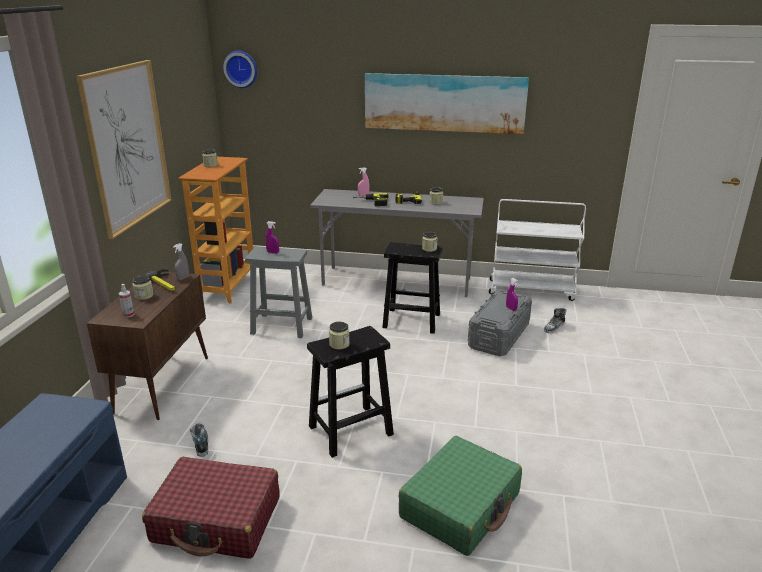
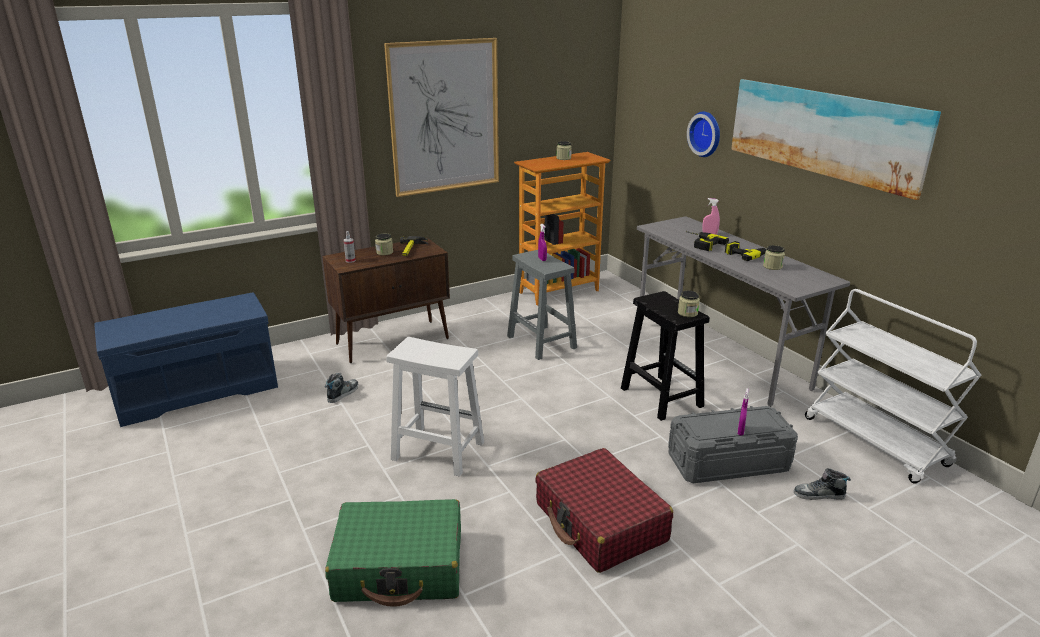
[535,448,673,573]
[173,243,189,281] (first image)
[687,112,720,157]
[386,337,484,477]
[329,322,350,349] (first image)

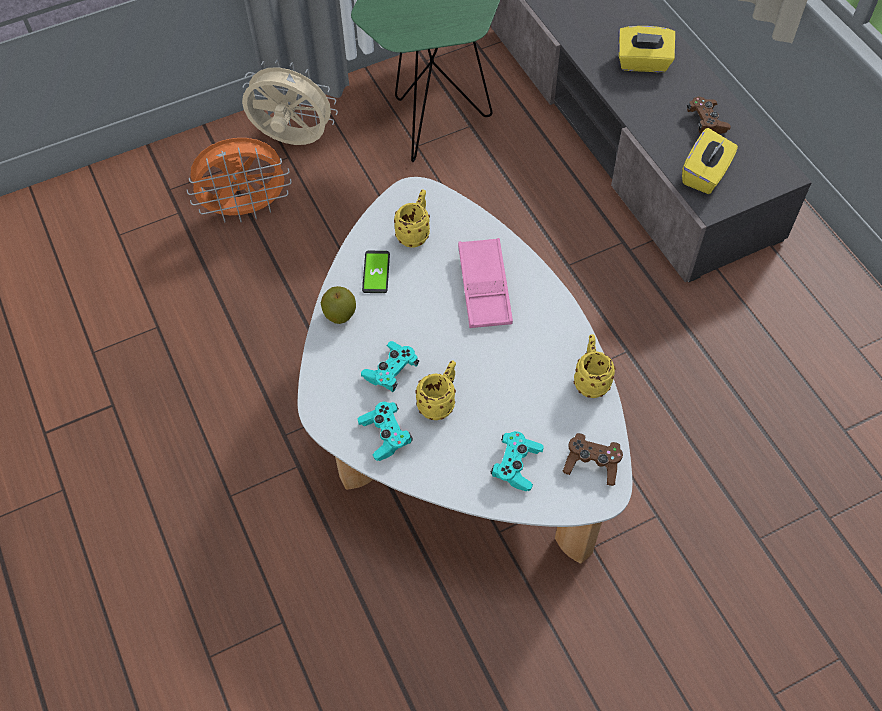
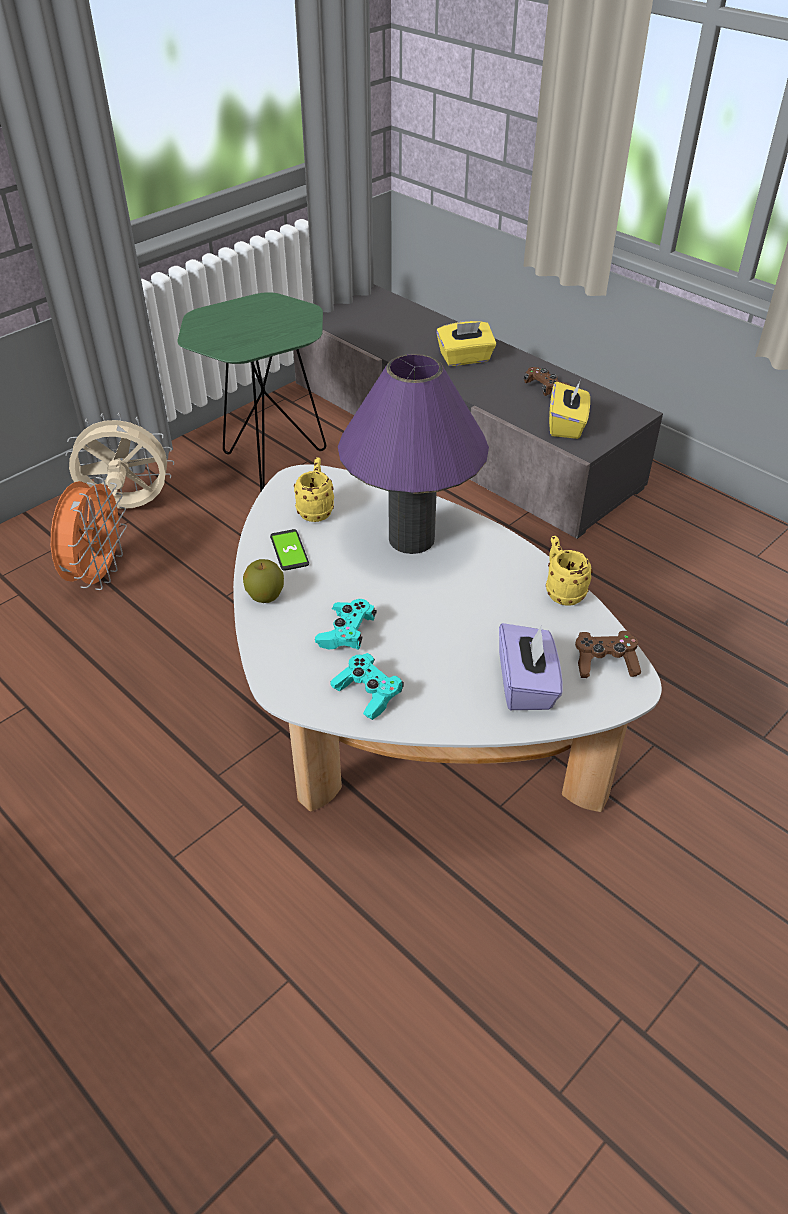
[51,477,127,590]
[415,360,456,420] (first image)
[338,354,489,554]
[499,623,563,710]

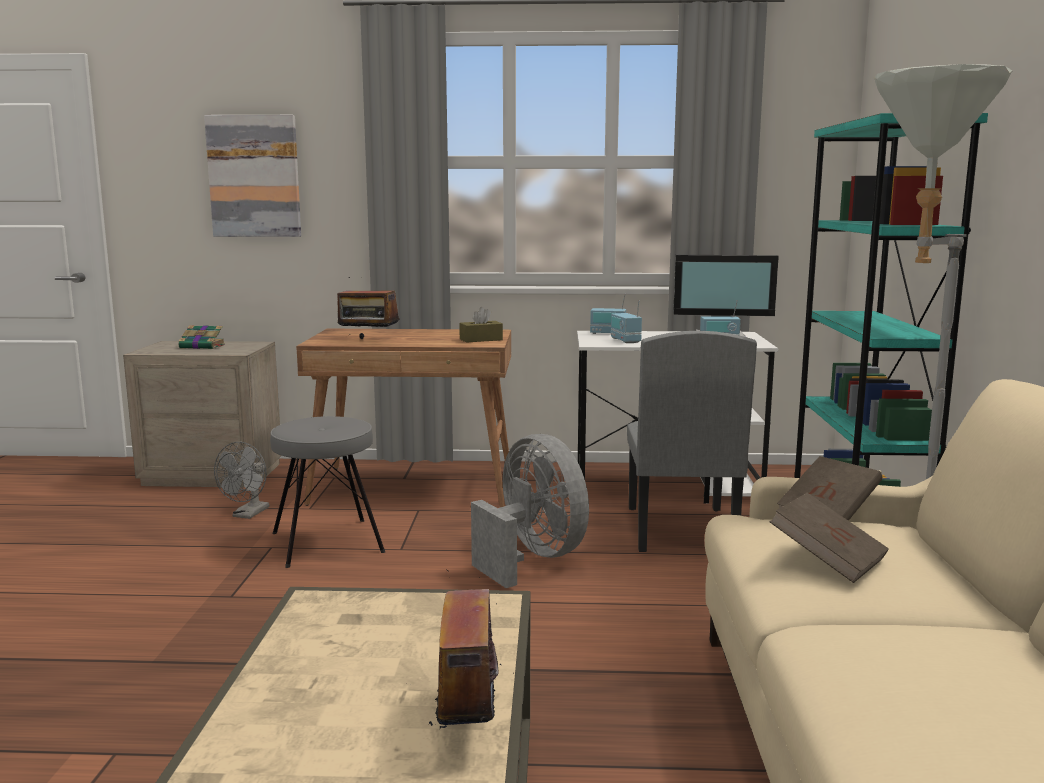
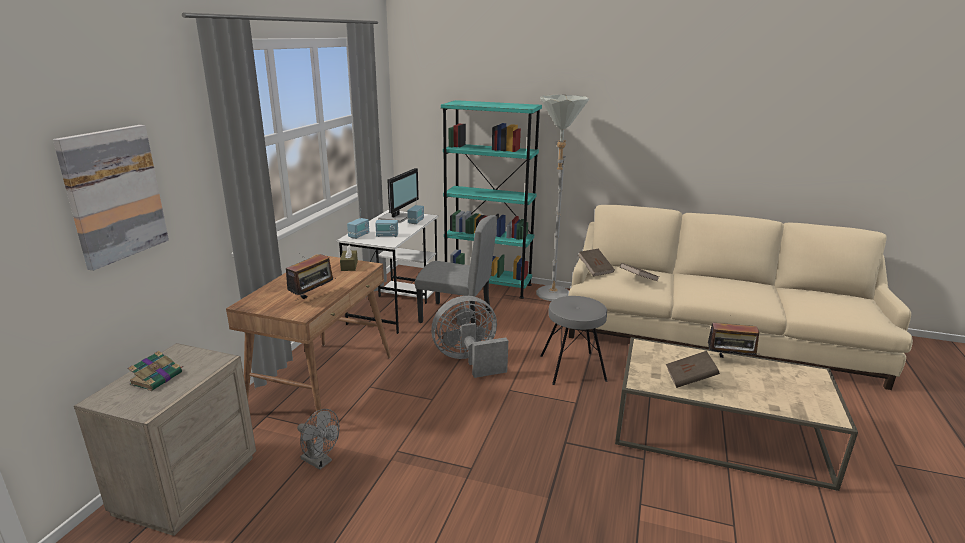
[541,296,607,385]
[666,351,720,388]

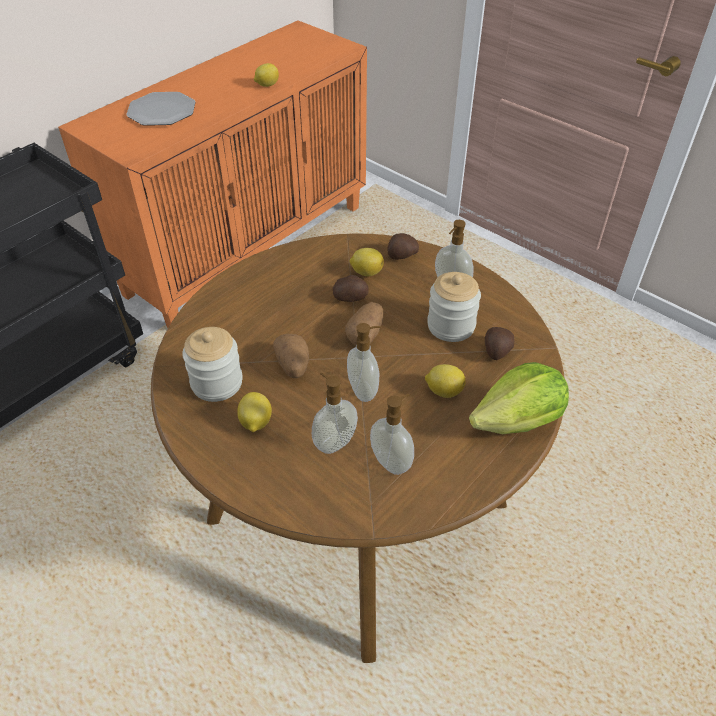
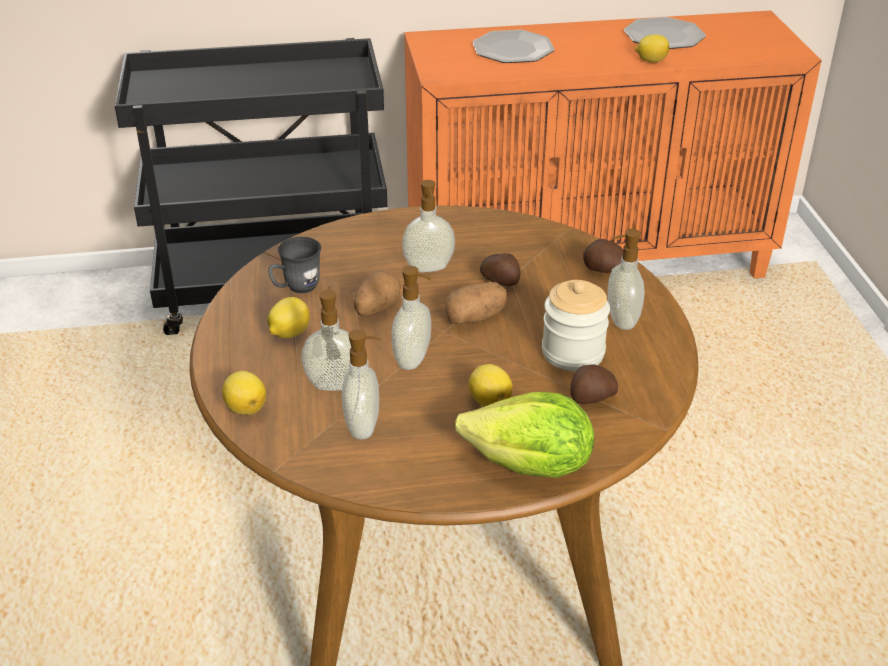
[268,237,321,293]
[222,371,266,415]
[402,180,455,272]
[624,17,706,49]

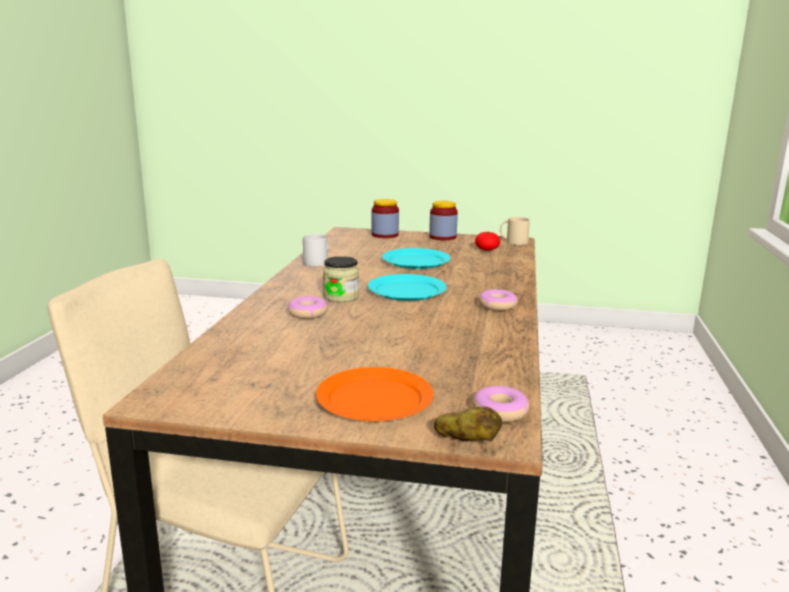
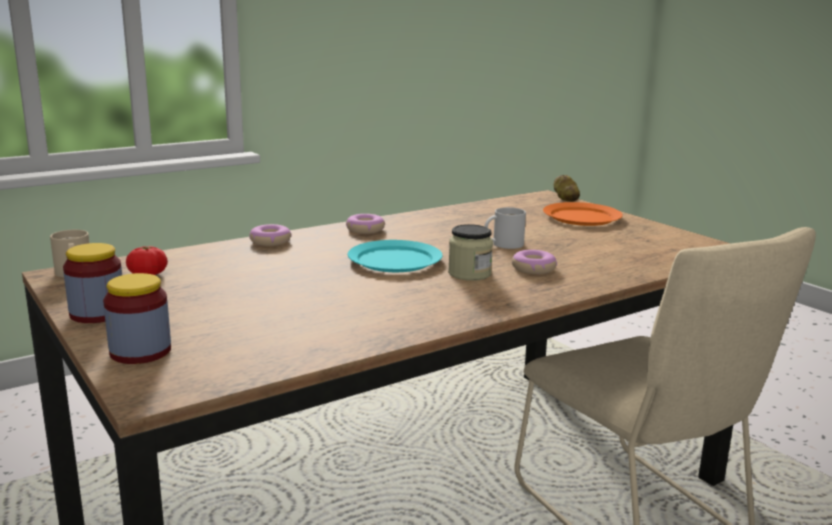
[485,207,526,249]
[382,248,451,269] (first image)
[249,224,292,246]

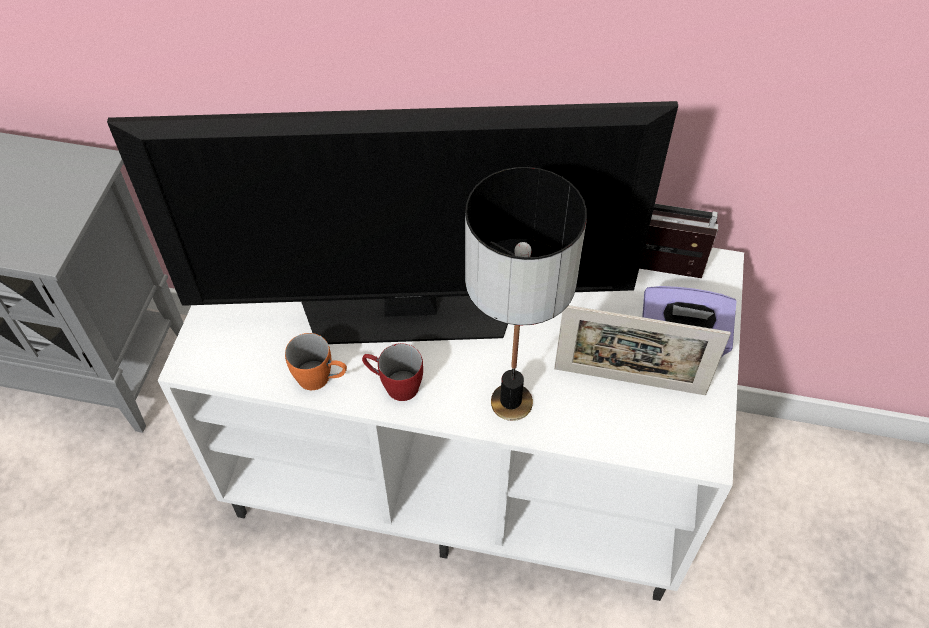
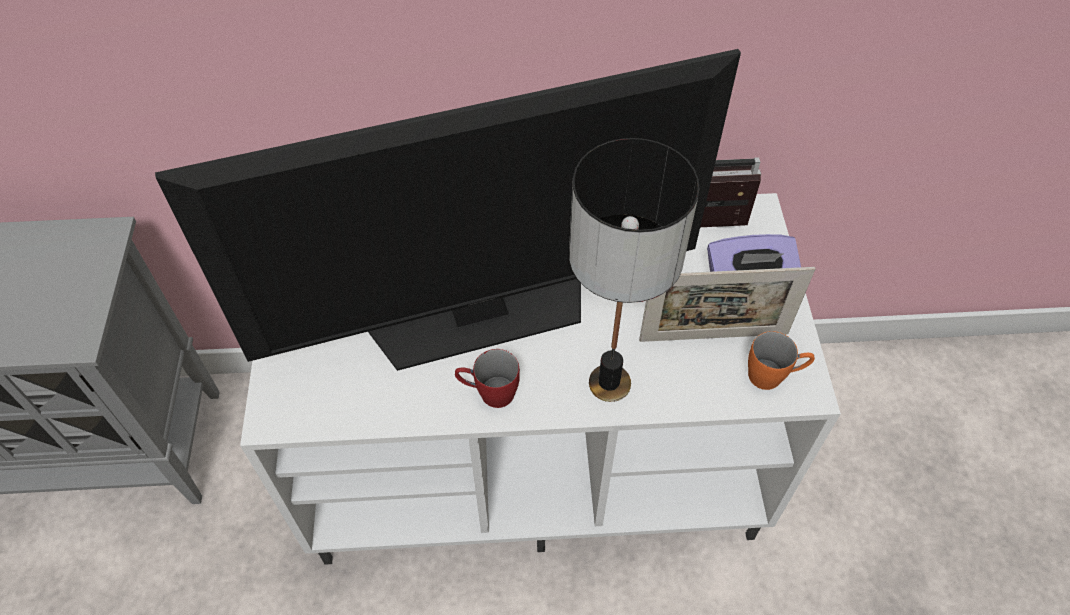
[748,331,815,390]

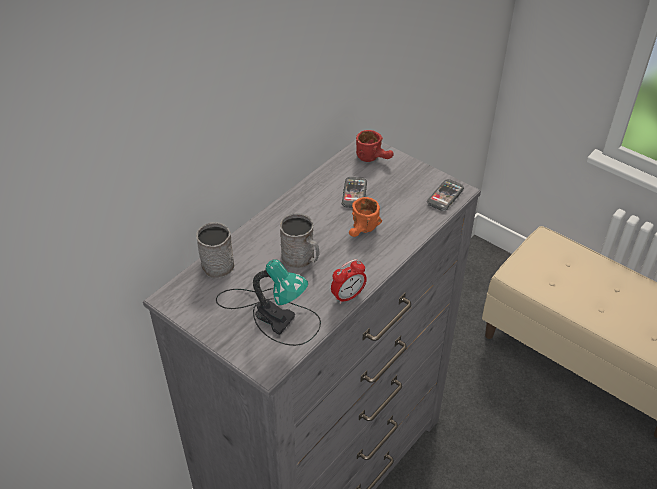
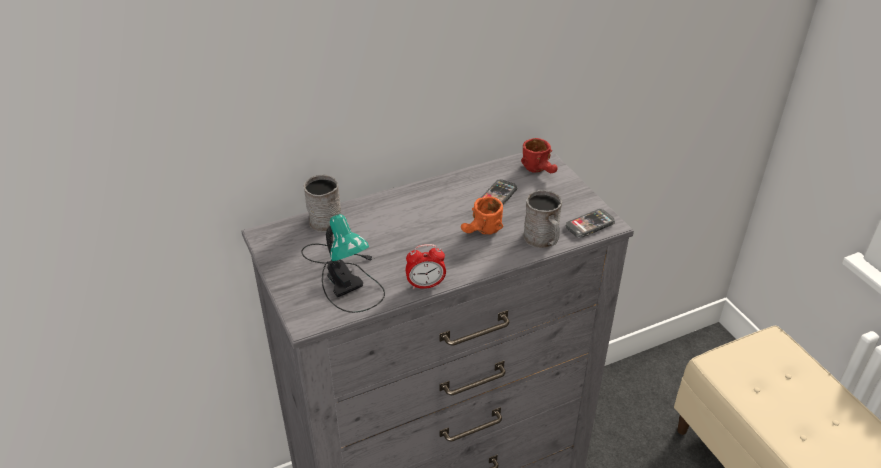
[523,190,562,248]

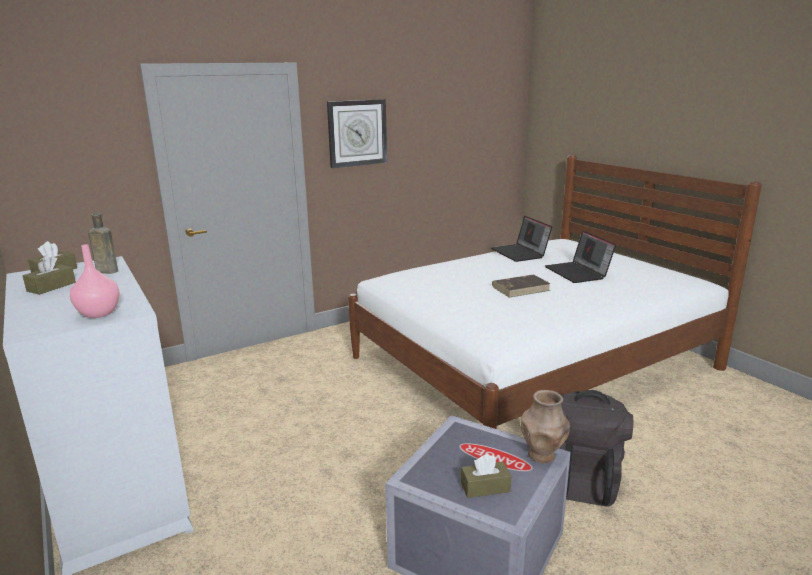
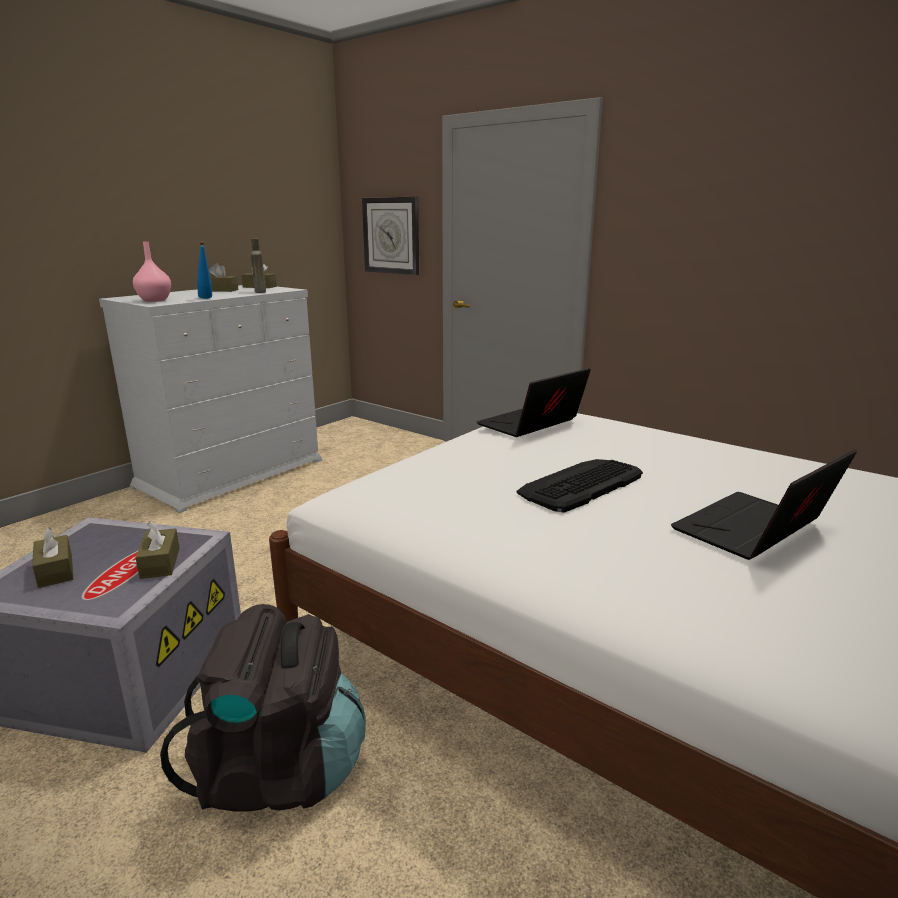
[362,197,419,275]
[477,368,591,437]
[517,459,643,513]
[521,390,570,463] (first image)
[136,521,180,579]
[197,241,212,299]

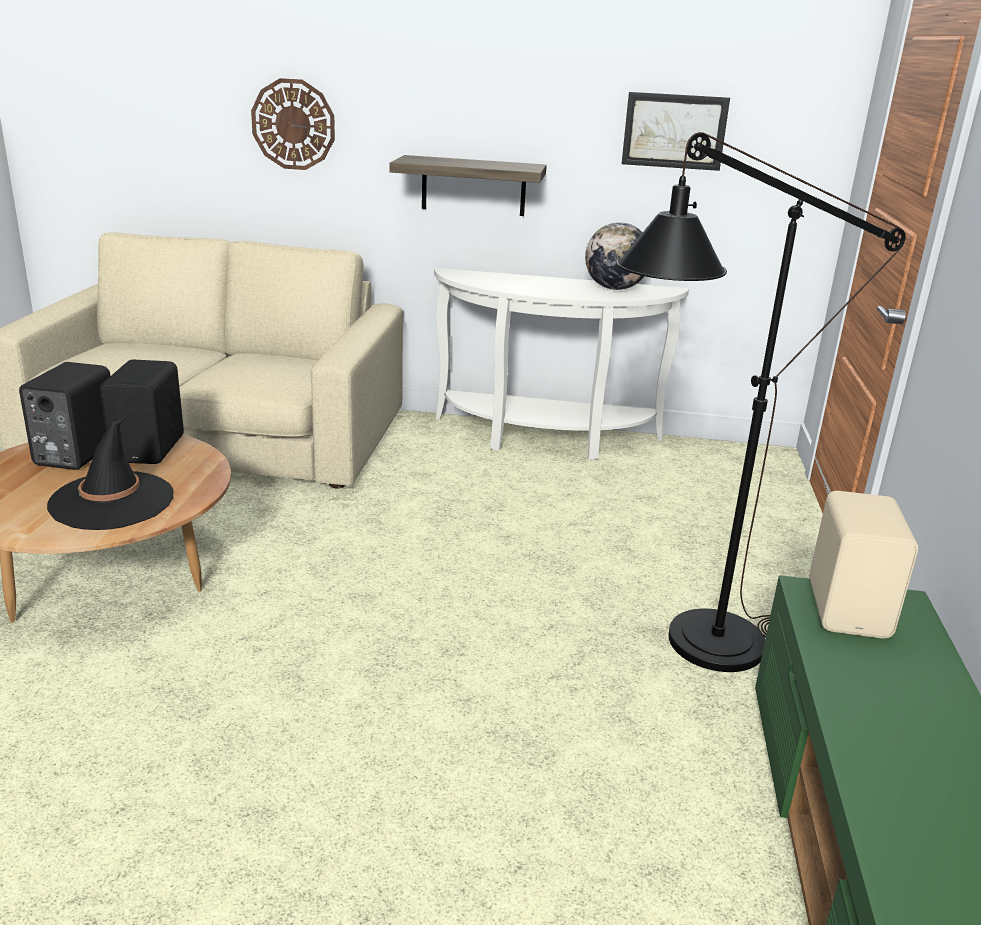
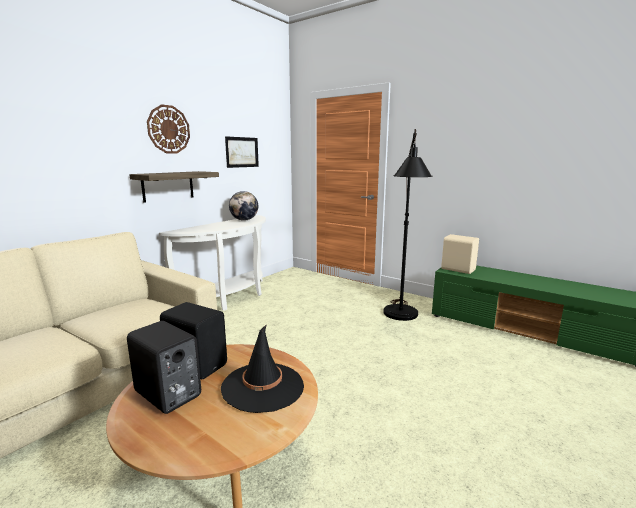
[147,104,190,153]

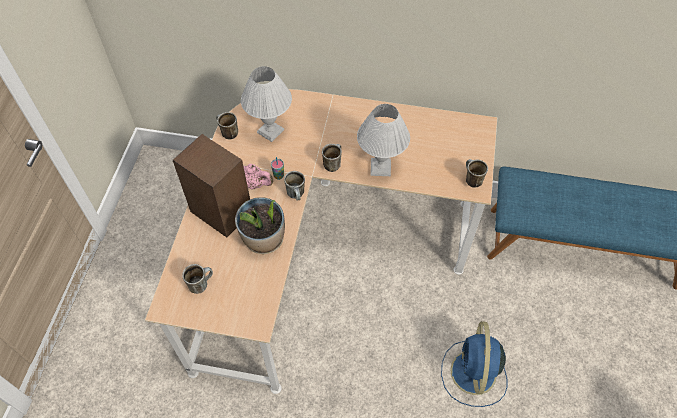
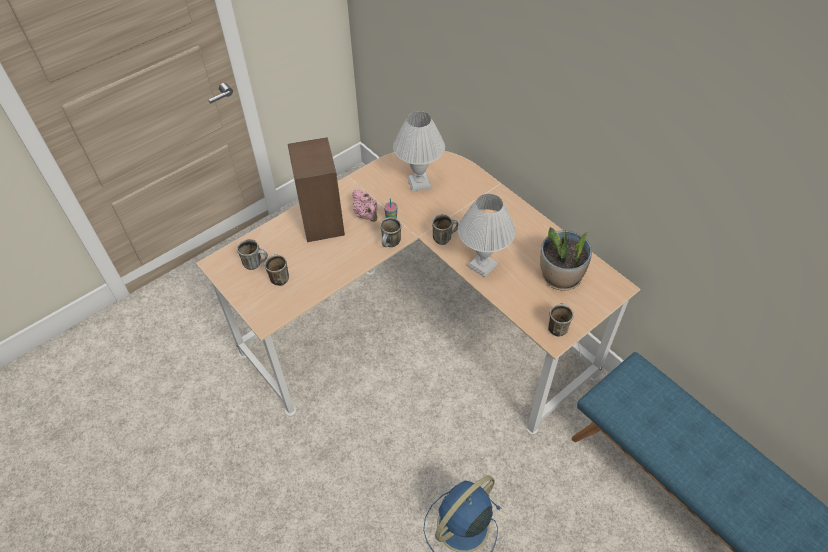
[264,254,289,286]
[540,227,592,291]

